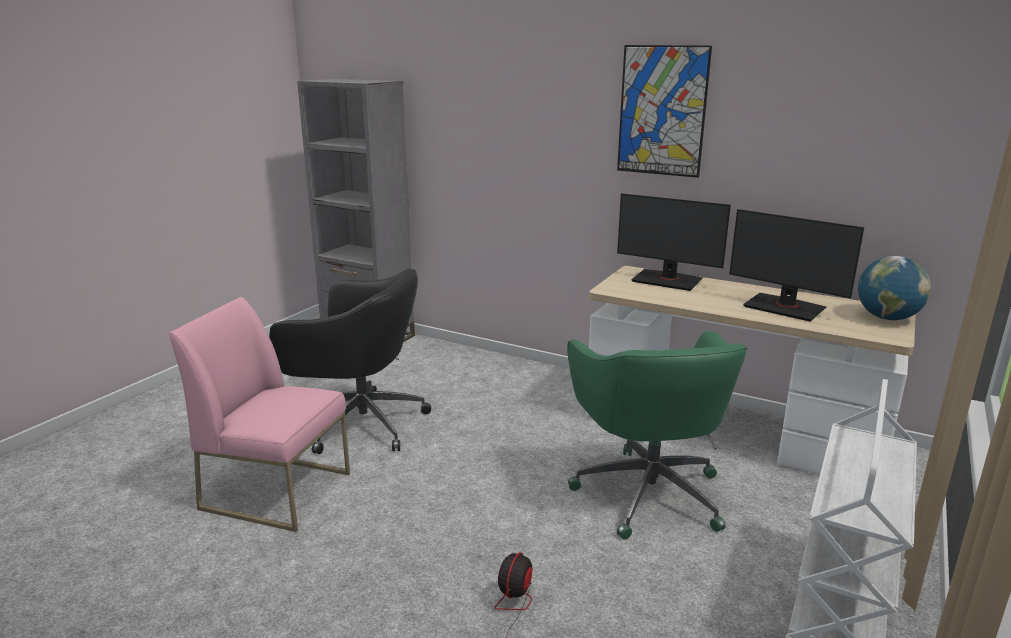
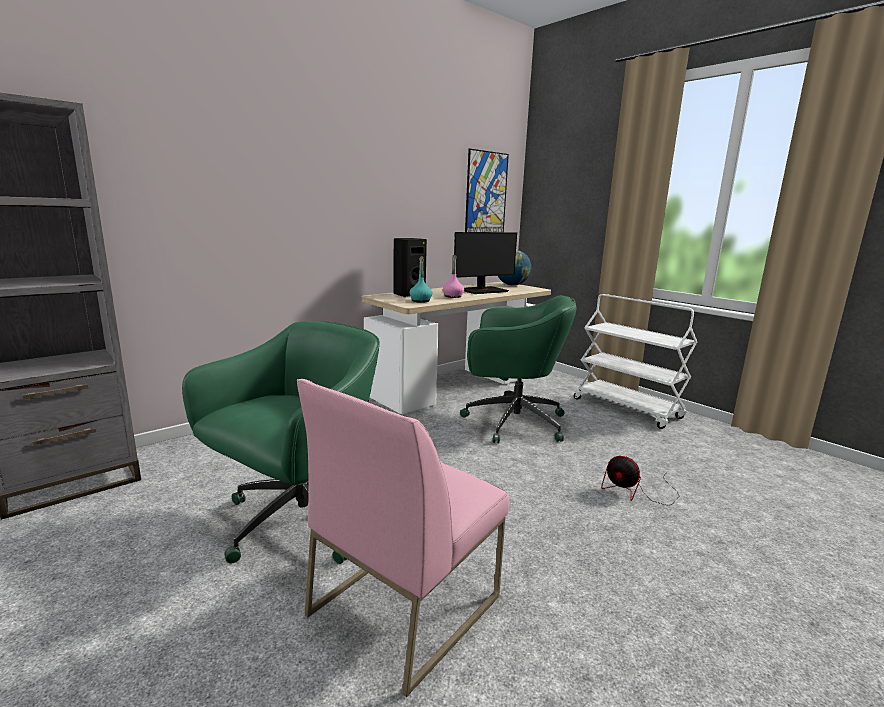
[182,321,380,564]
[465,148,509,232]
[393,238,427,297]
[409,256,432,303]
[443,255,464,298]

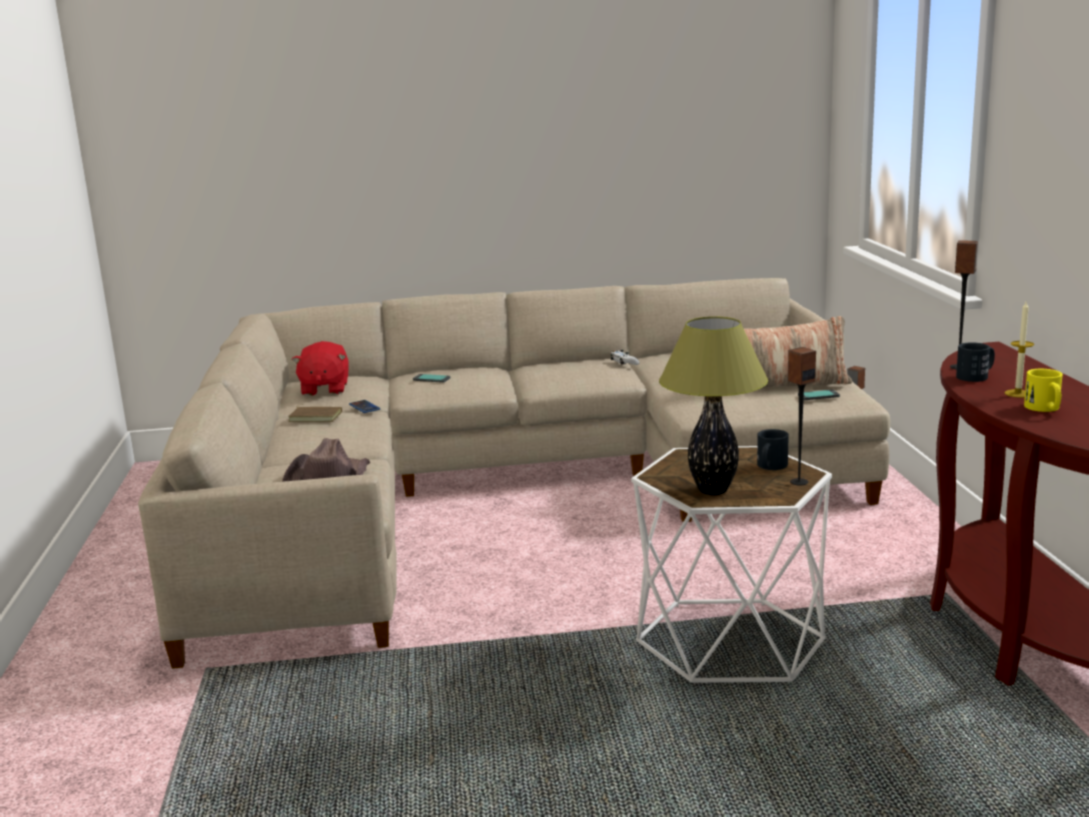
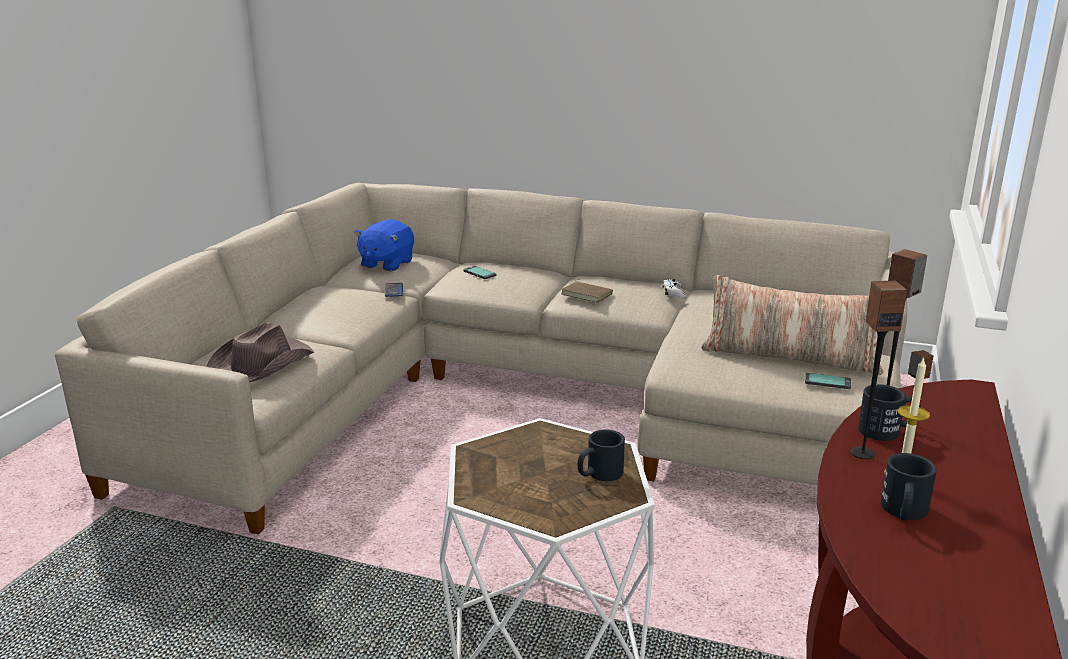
[561,279,613,303]
[354,219,414,272]
[659,316,768,495] (first image)
[851,281,907,459]
[881,453,937,521]

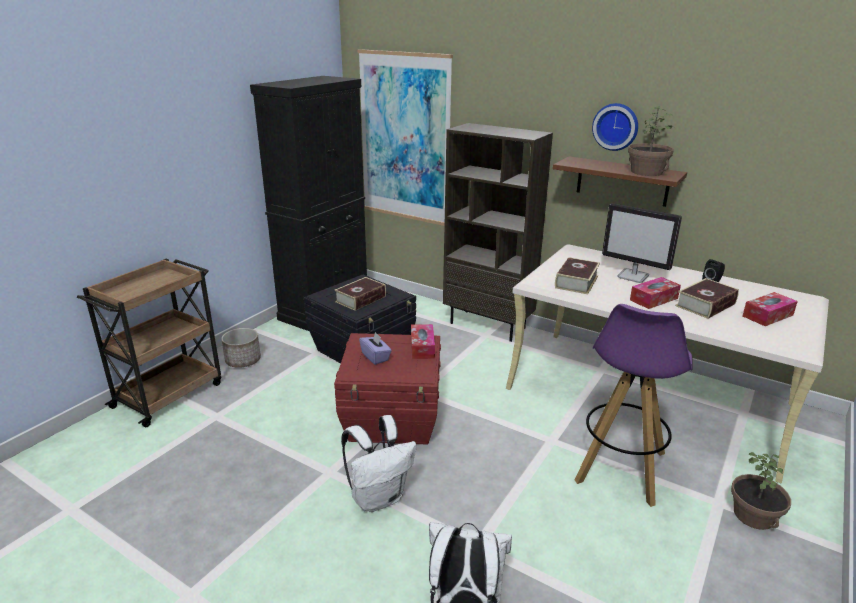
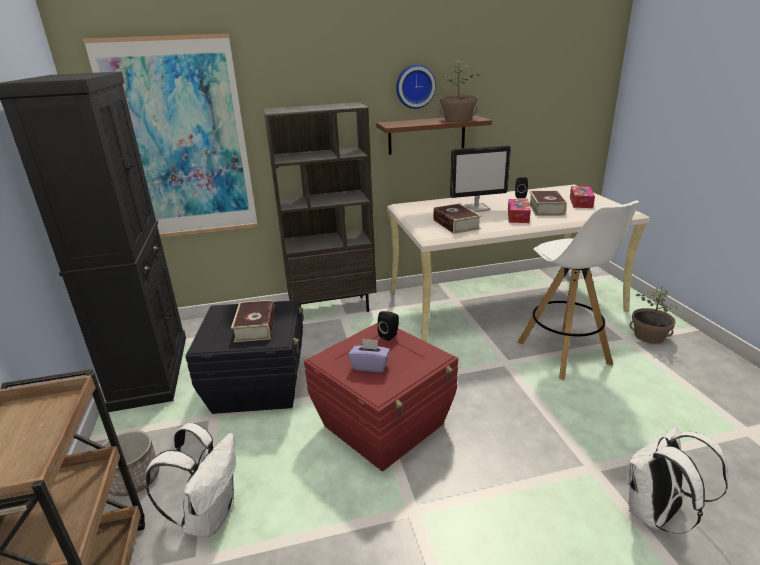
[145,423,236,537]
[378,311,399,341]
[517,200,639,380]

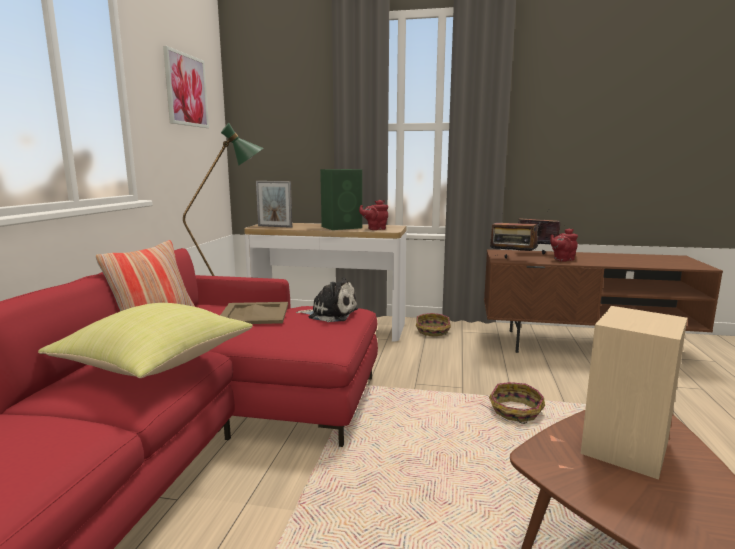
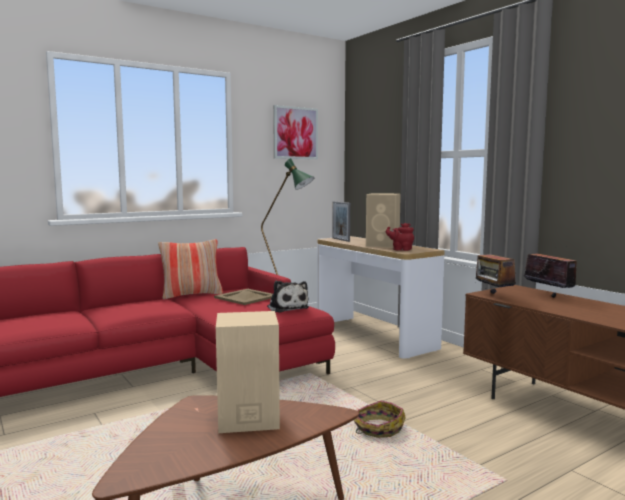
[38,303,253,378] (first image)
[366,193,401,248]
[416,313,451,336] (first image)
[550,229,578,261] (first image)

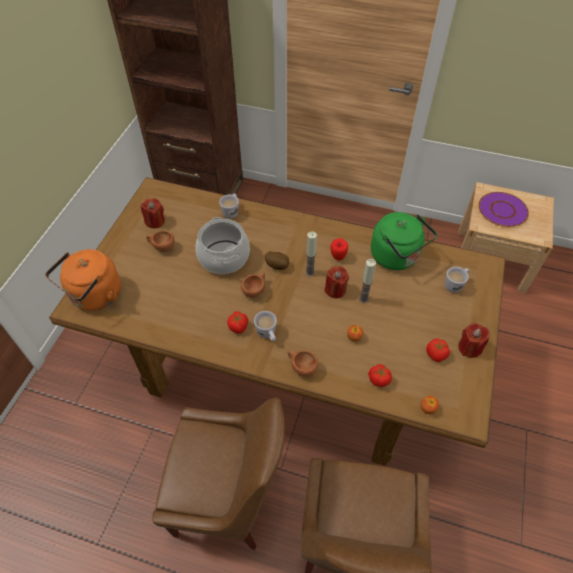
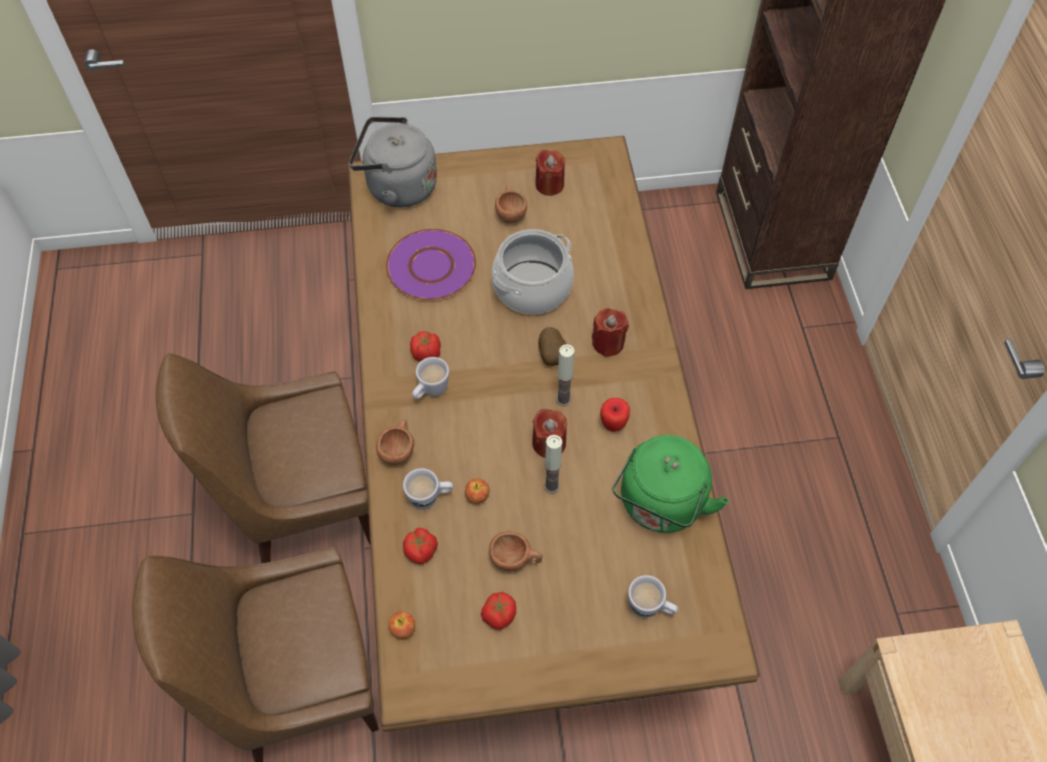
[349,117,437,207]
[156,354,370,563]
[403,468,453,510]
[489,531,543,571]
[592,308,629,357]
[386,229,477,301]

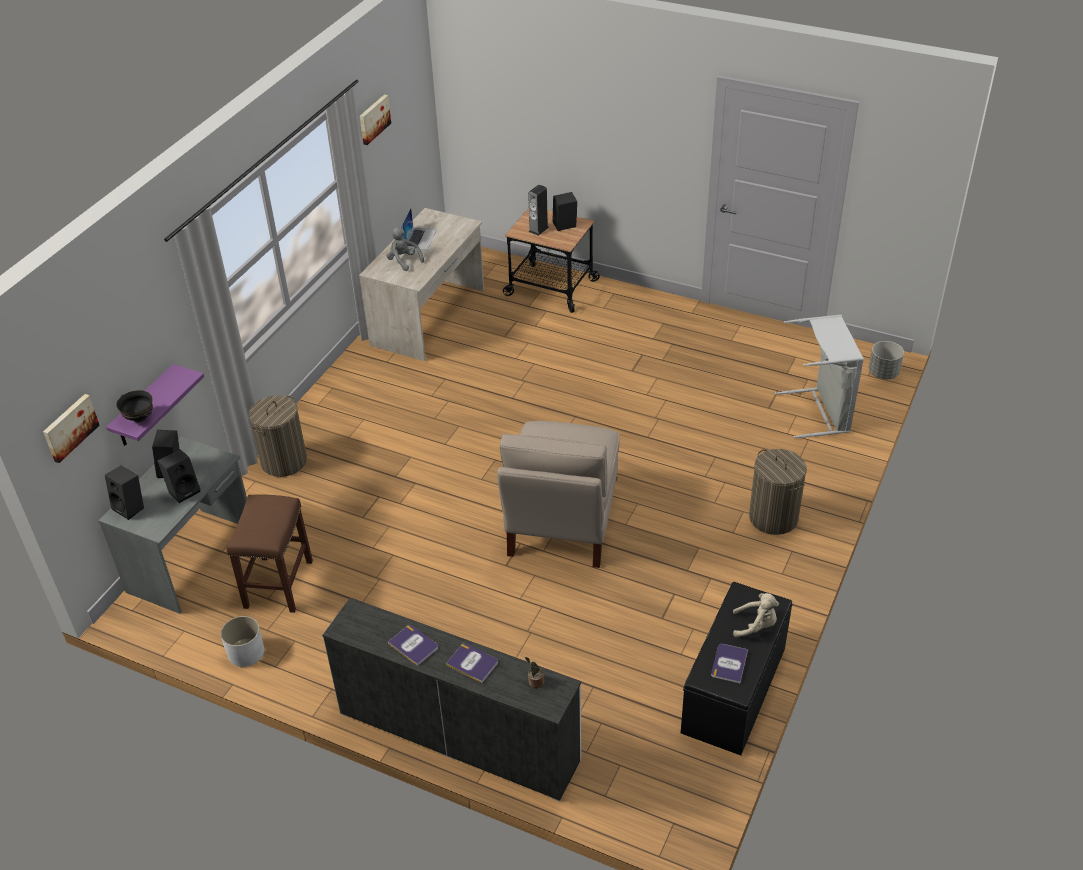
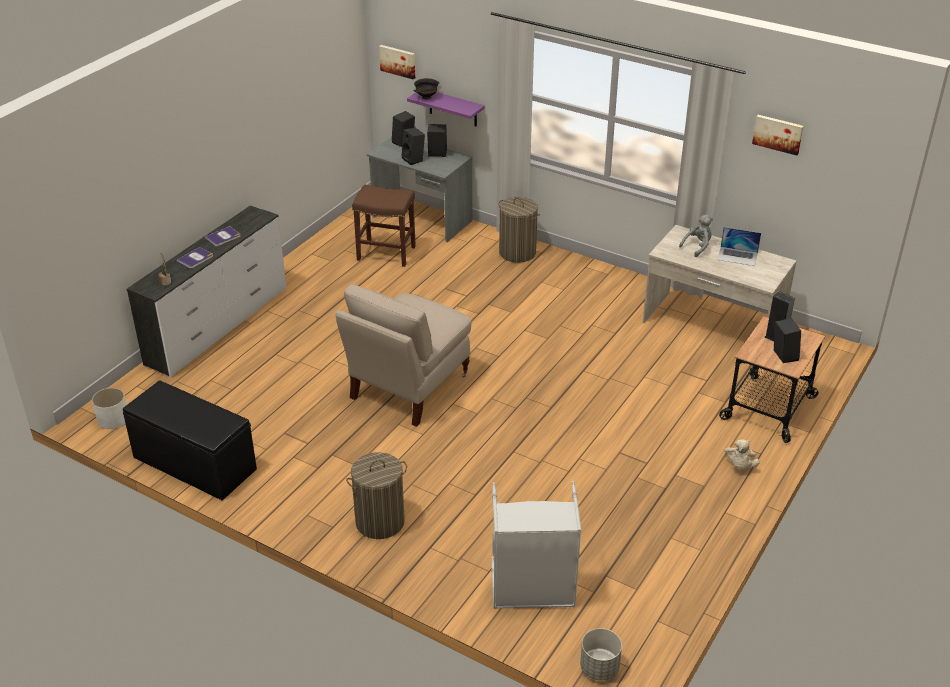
[92,388,126,429]
[336,284,471,427]
[711,644,748,683] (first image)
[724,439,760,469]

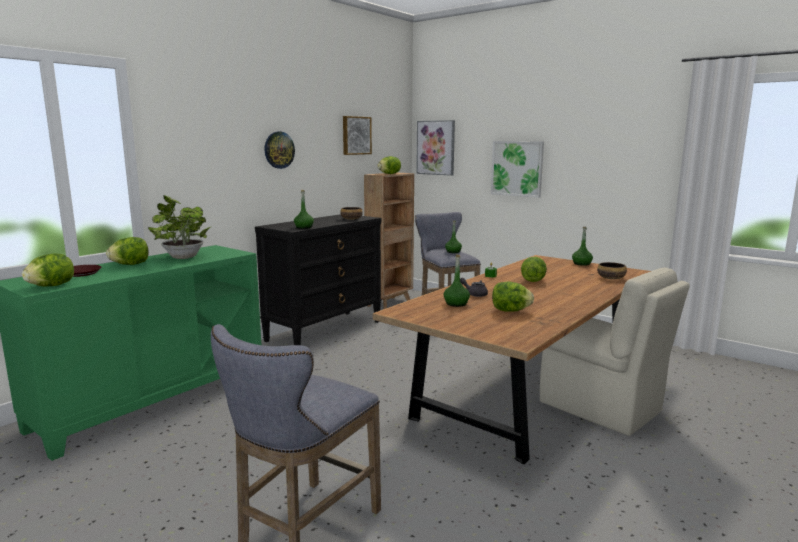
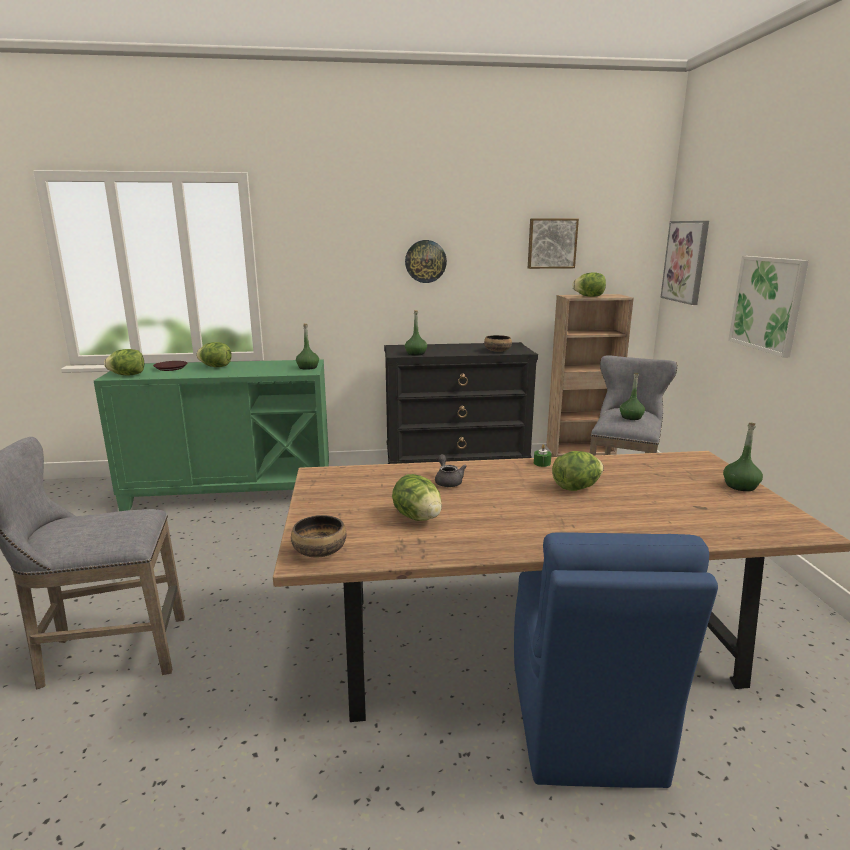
[148,195,210,259] (first image)
[296,323,319,370]
[514,532,718,788]
[291,515,346,557]

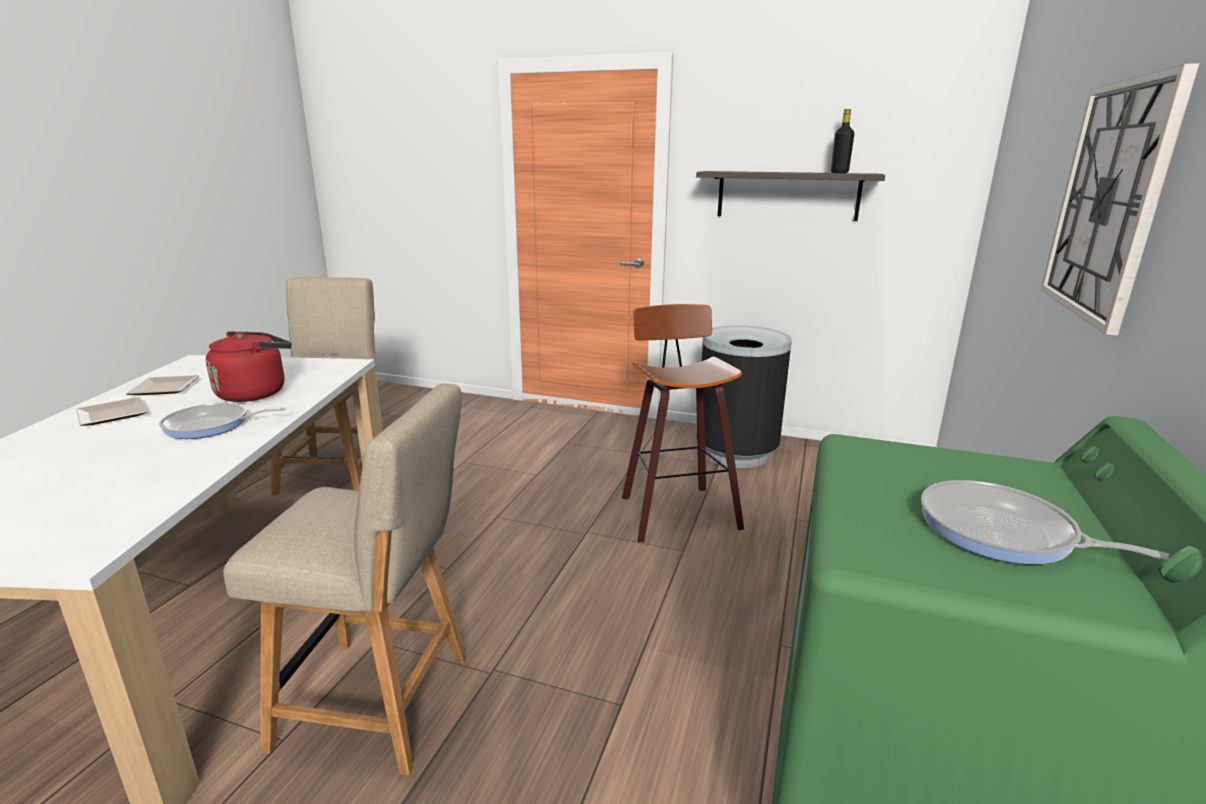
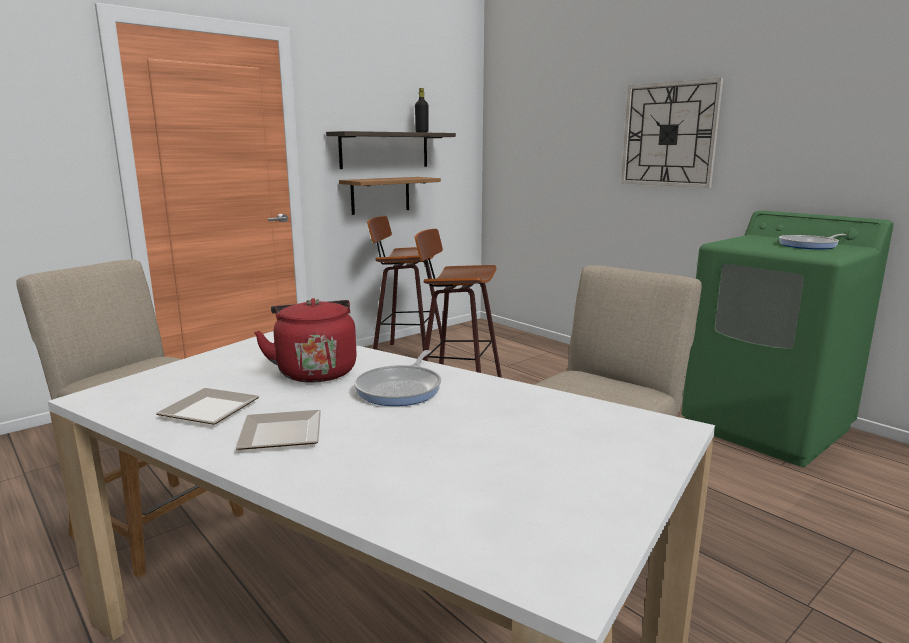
[367,216,442,361]
[339,177,441,215]

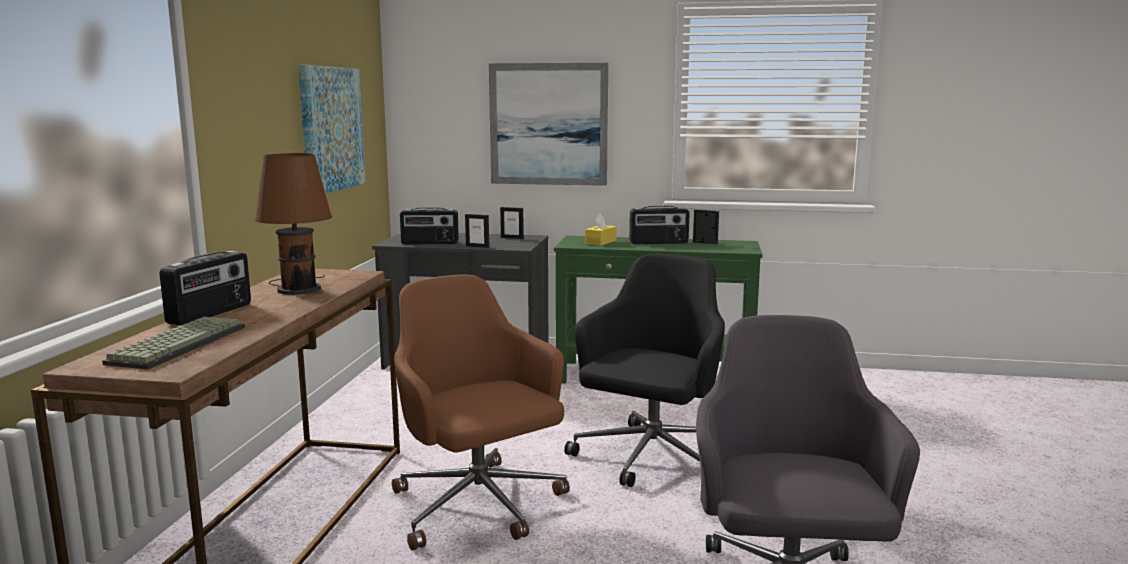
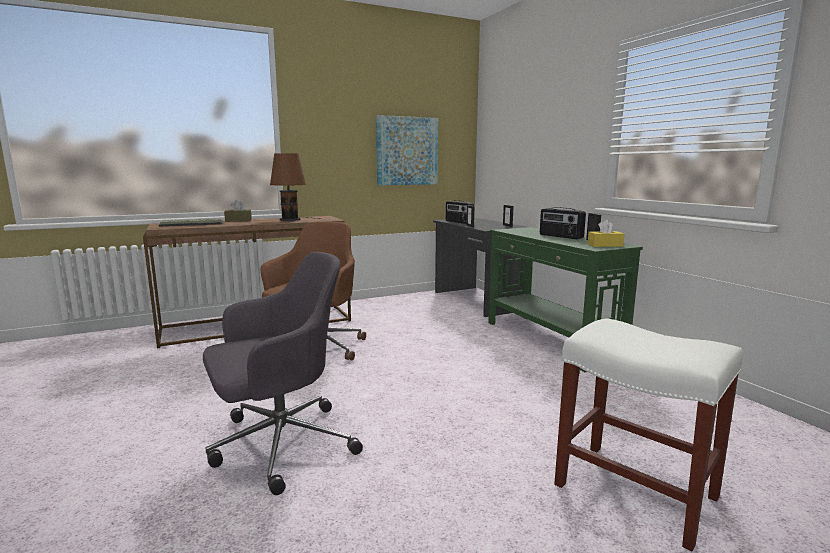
[224,200,252,222]
[489,63,608,186] (first image)
[564,254,725,487] (first image)
[588,220,624,247]
[554,318,743,551]

